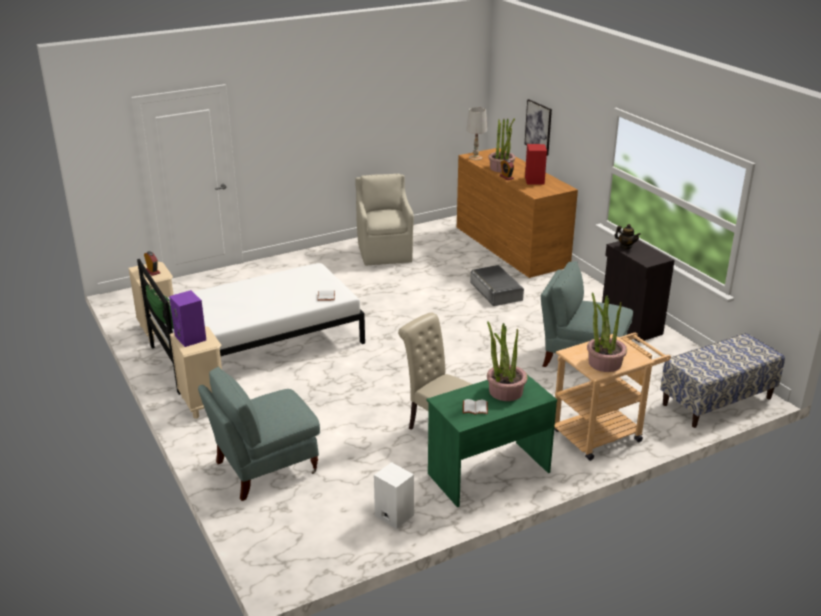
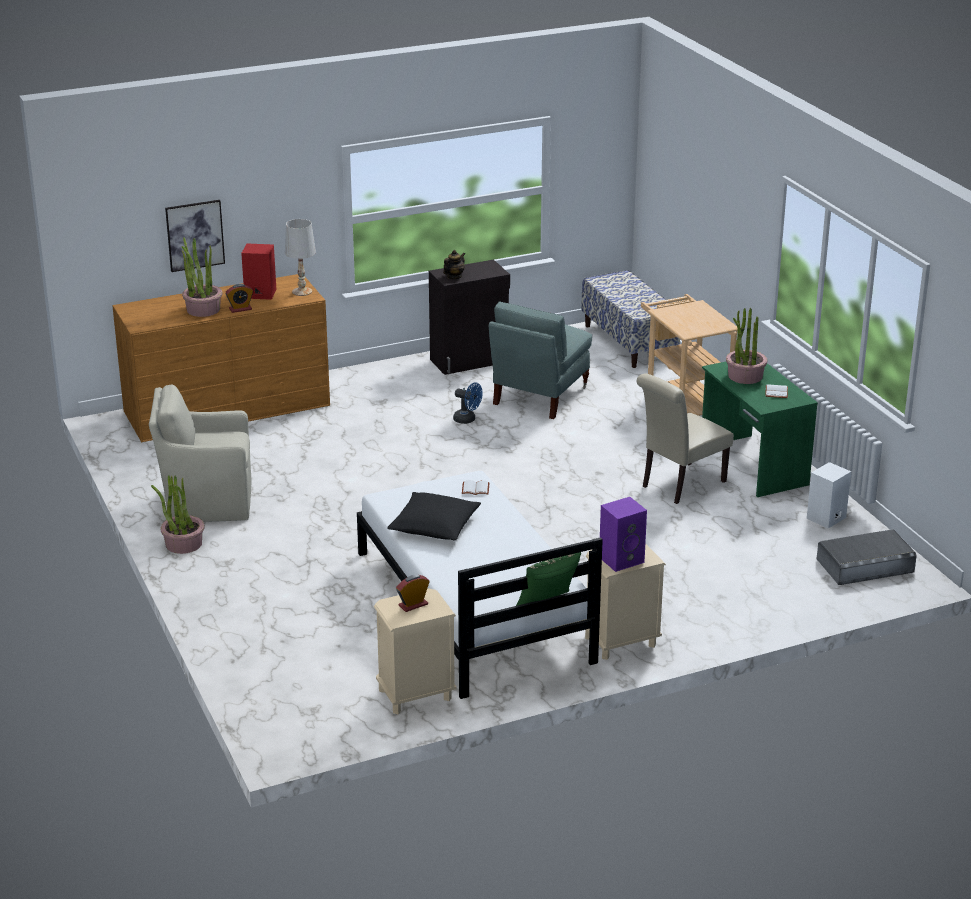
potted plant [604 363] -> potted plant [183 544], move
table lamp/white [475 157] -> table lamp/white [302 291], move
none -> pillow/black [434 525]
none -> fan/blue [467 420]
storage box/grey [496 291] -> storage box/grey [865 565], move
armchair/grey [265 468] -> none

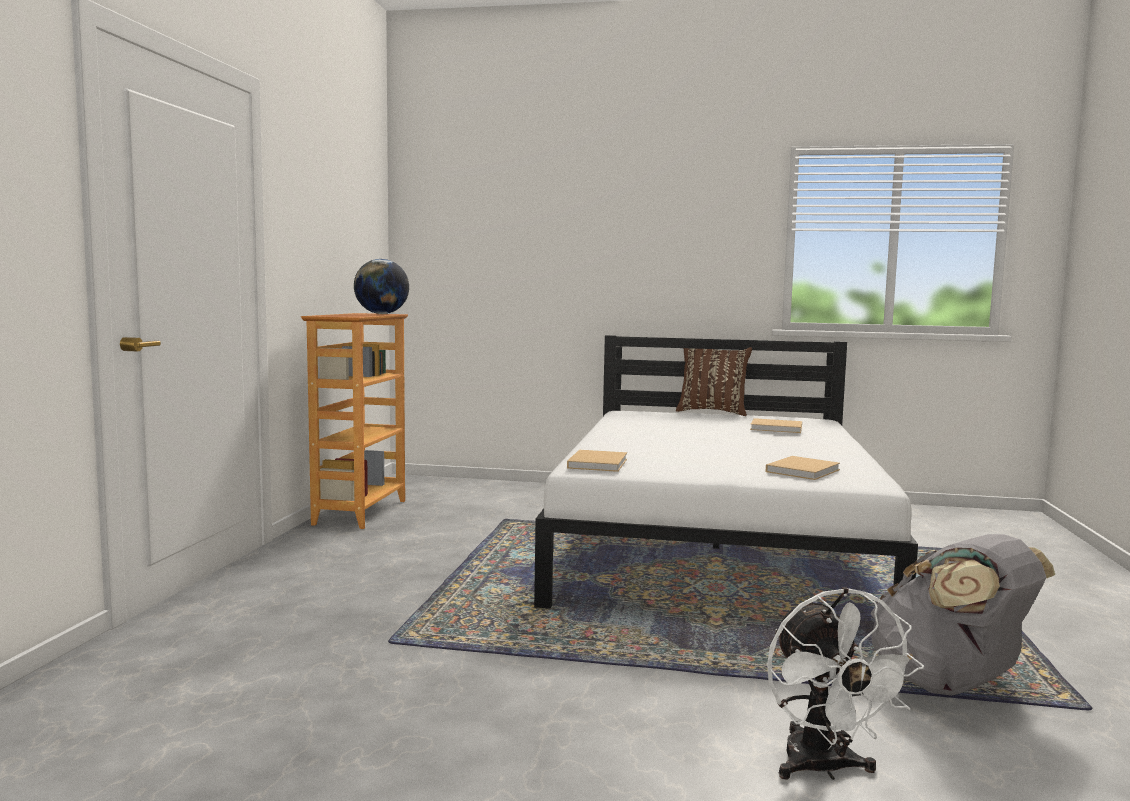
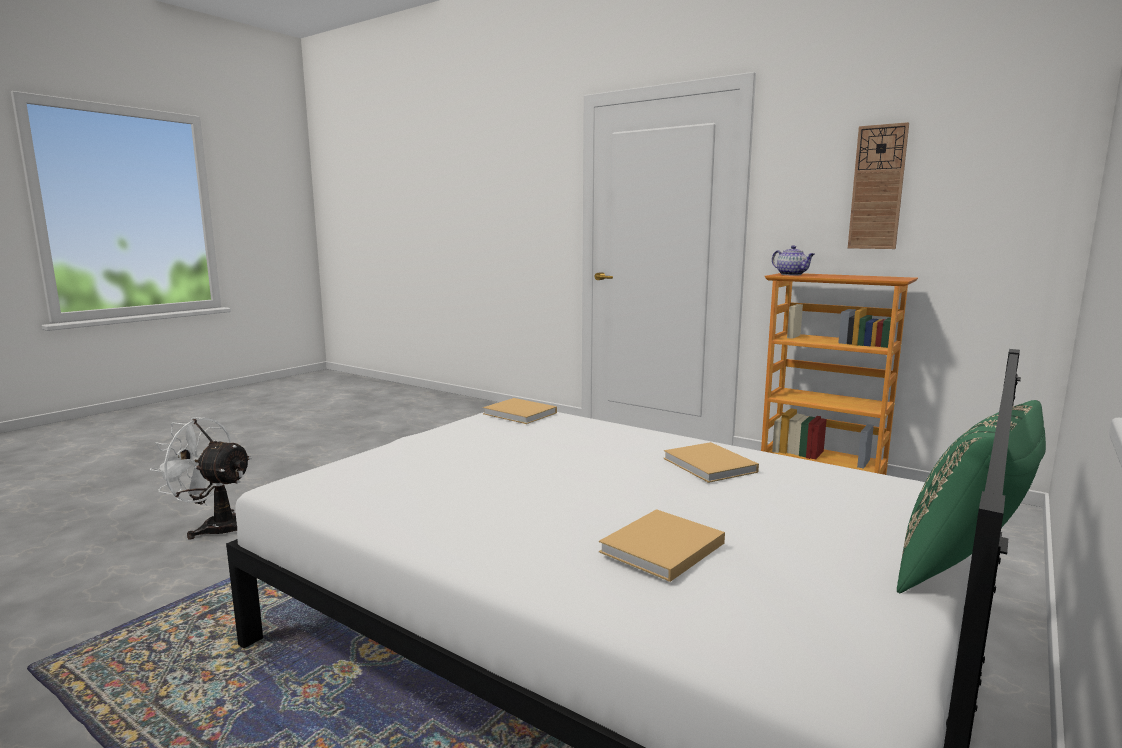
book/beige [803 470] -> book/beige [711 466], move
none -> teapot [792 274]
none -> wall clock [877 187]
pillow/brown [712 412] -> pillow/green [963 572]
globe [381 314] -> none
backpack/grey [949 685] -> none

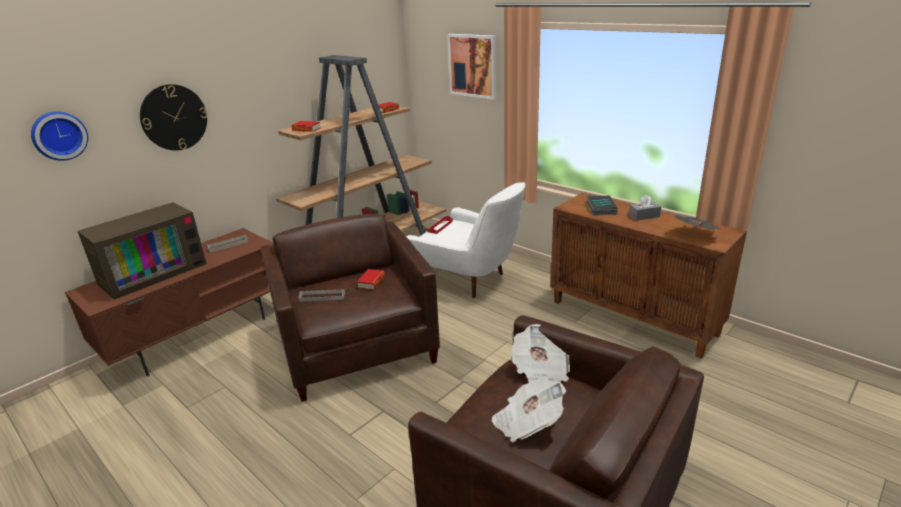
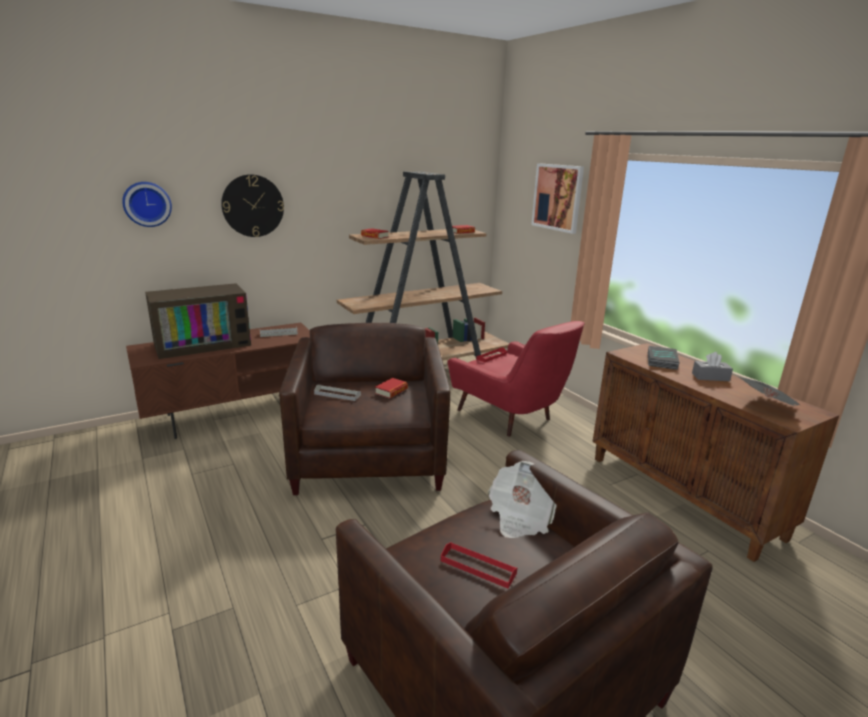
newspaper [527 423] -> tray/red [478 567]
armchair/white [469 279] -> armchair/red [511 417]

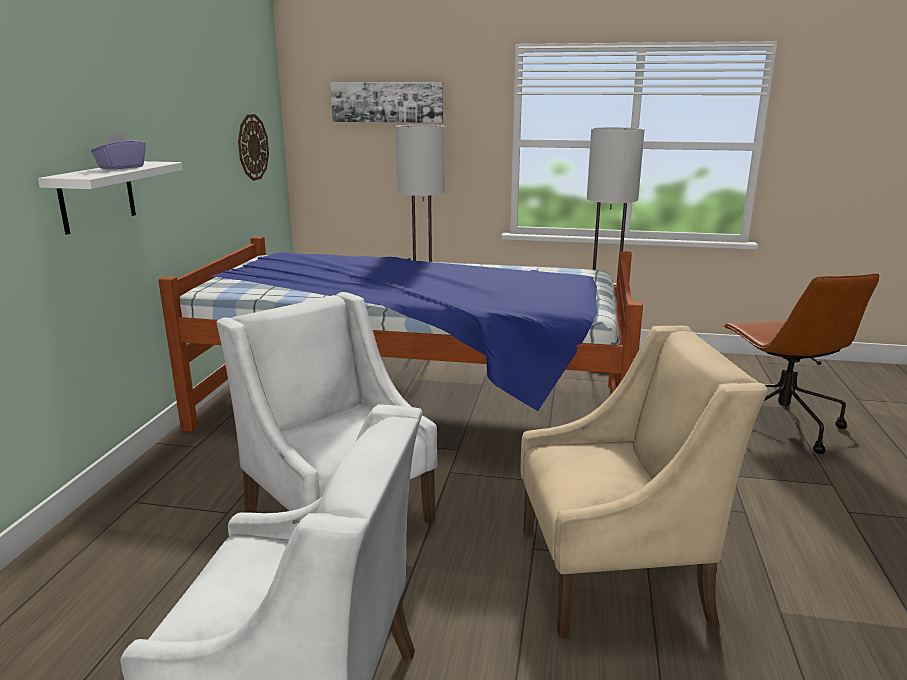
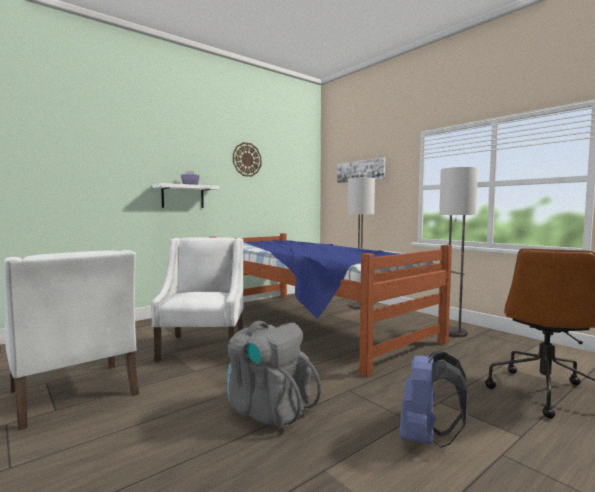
armchair/beige [615 574] -> backpack/grey [268 409]
wall clock [252 147] -> wall clock [247 159], move
none -> backpack/blue [426 439]

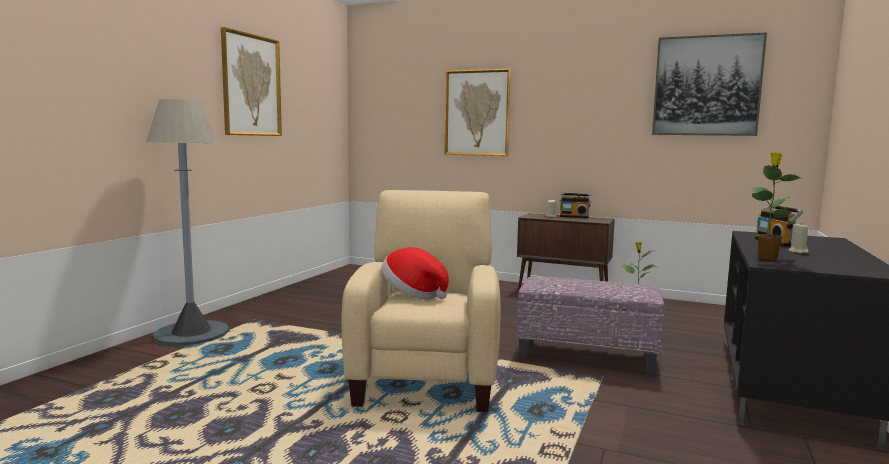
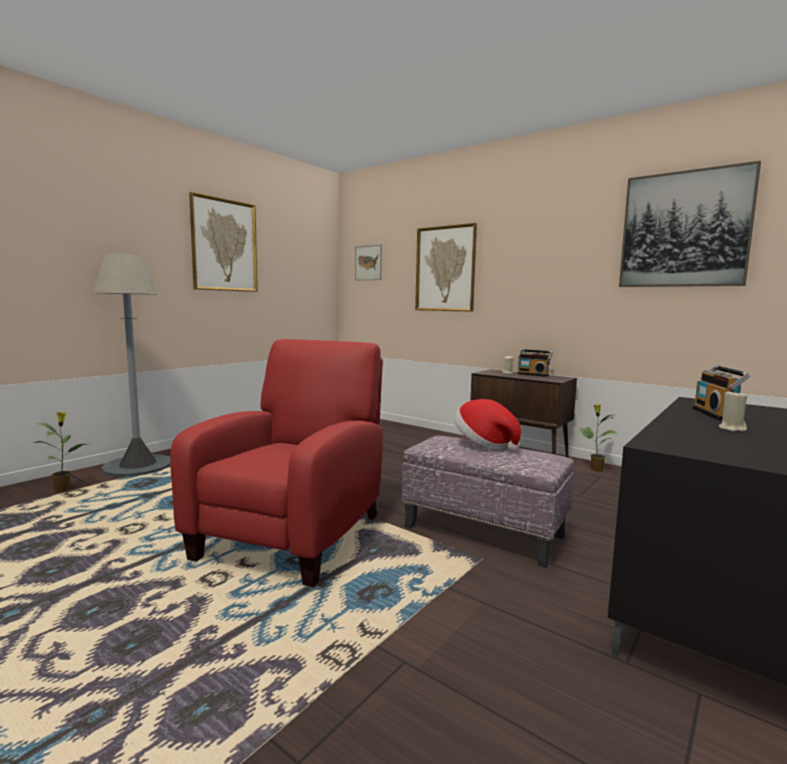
potted plant [767 258] -> potted plant [63 489], move
armchair/beige [427 375] -> armchair/red [296 532]
none -> picture [368 263]
hat [413 294] -> hat [484 444], move

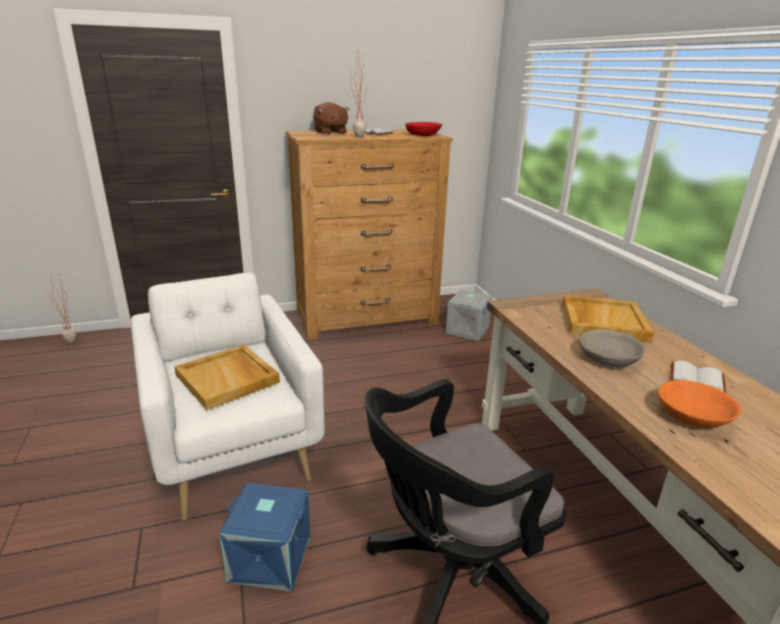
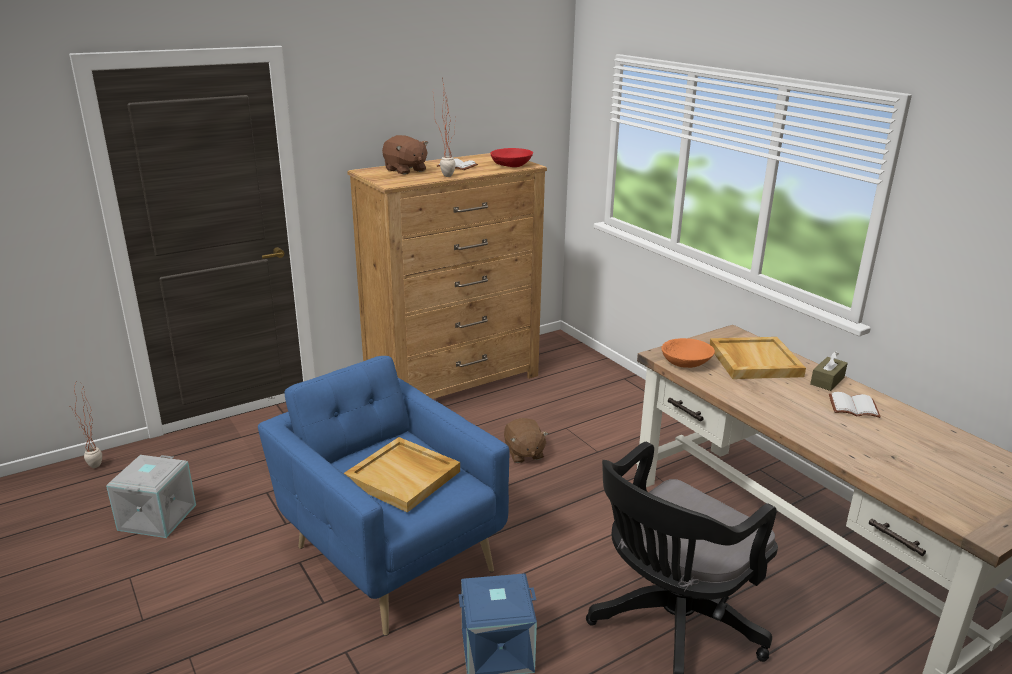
storage box/grey [467 329] -> storage box/grey [156 517], move
armchair/white [233 446] -> armchair/blue [390 552]
none -> plush toy/brown [523 453]
bowl/orange [692 416] -> bowl/orange [686 362], move
none -> tissue box/brown [827 380]
bowl/grey [608 359] -> none

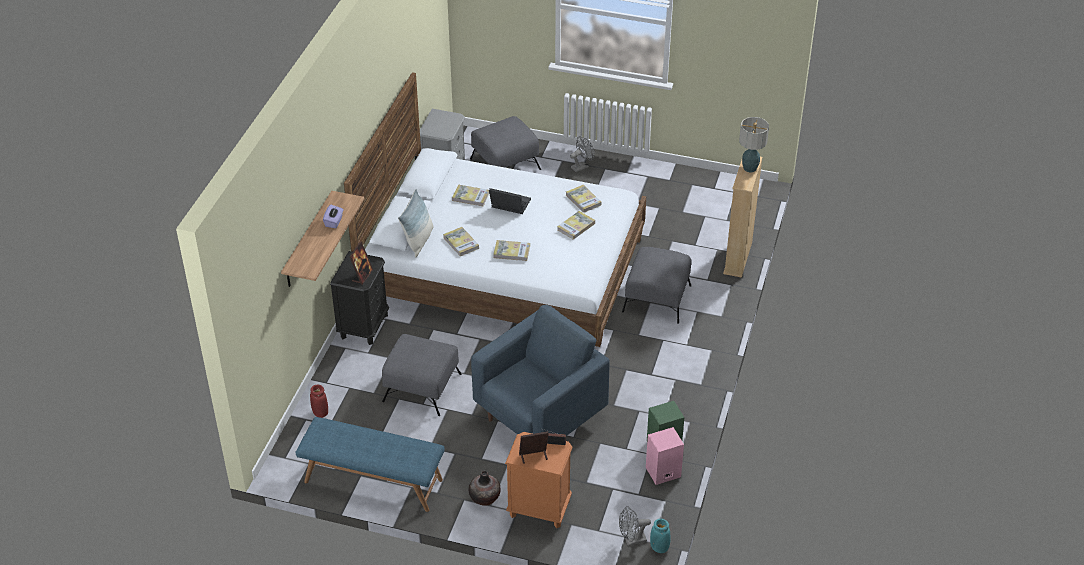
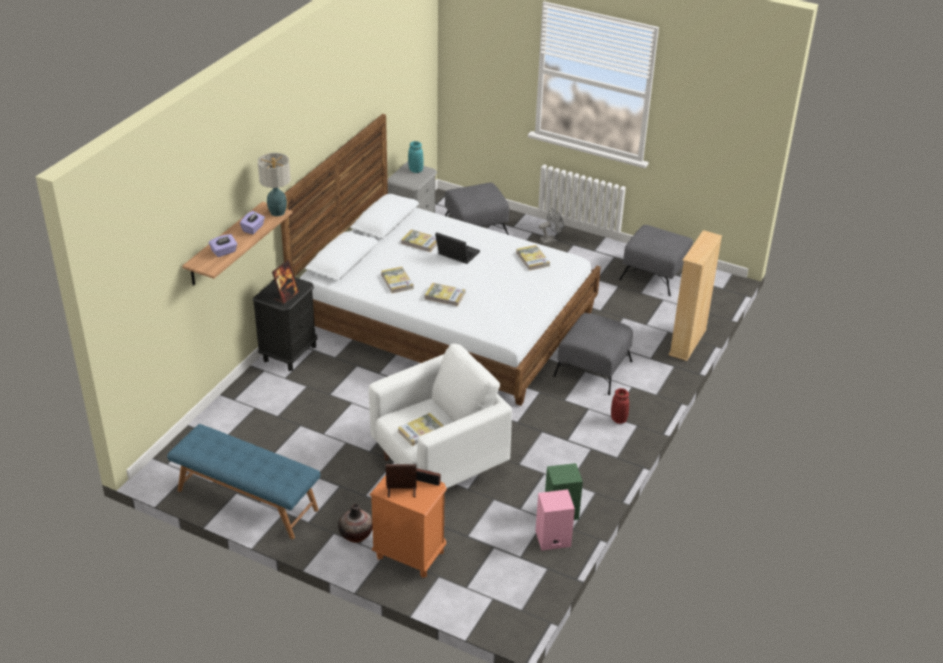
none -> tissue box/purple [224 252]
table lamp [750 168] -> table lamp [277 212], move
armchair/blue [539 417] -> armchair/white [438 464]
book [576 226] -> book [421 431], move
vase/turquoise [659 548] -> vase/turquoise [415 170], move
vase/red [320 413] -> vase/red [618 419], move
ottoman/grey [422 388] -> ottoman/grey [655 274], move
pillow [418 241] -> none
fan/grey [632 540] -> none

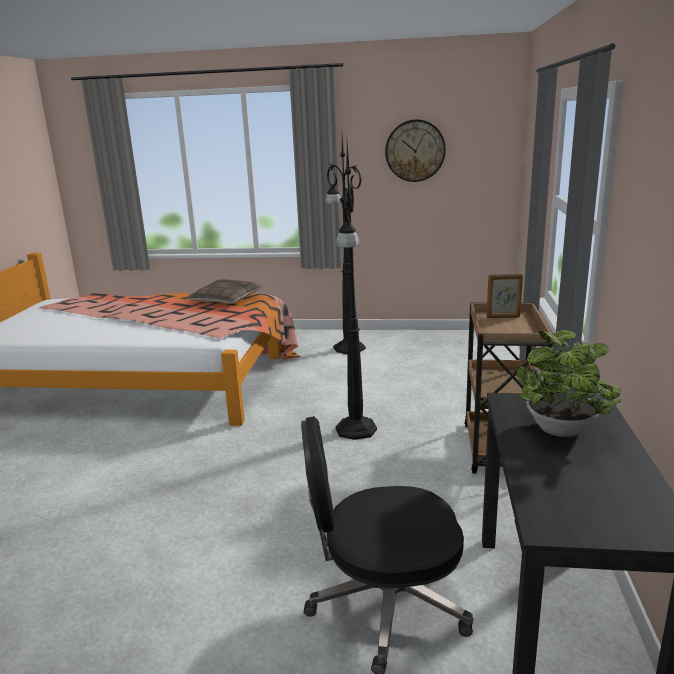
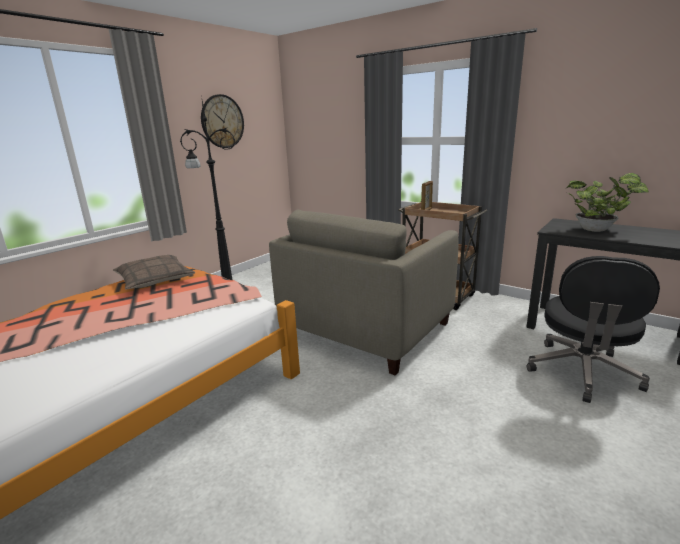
floor lamp/black [355 430] -> armchair/beige [366 328]

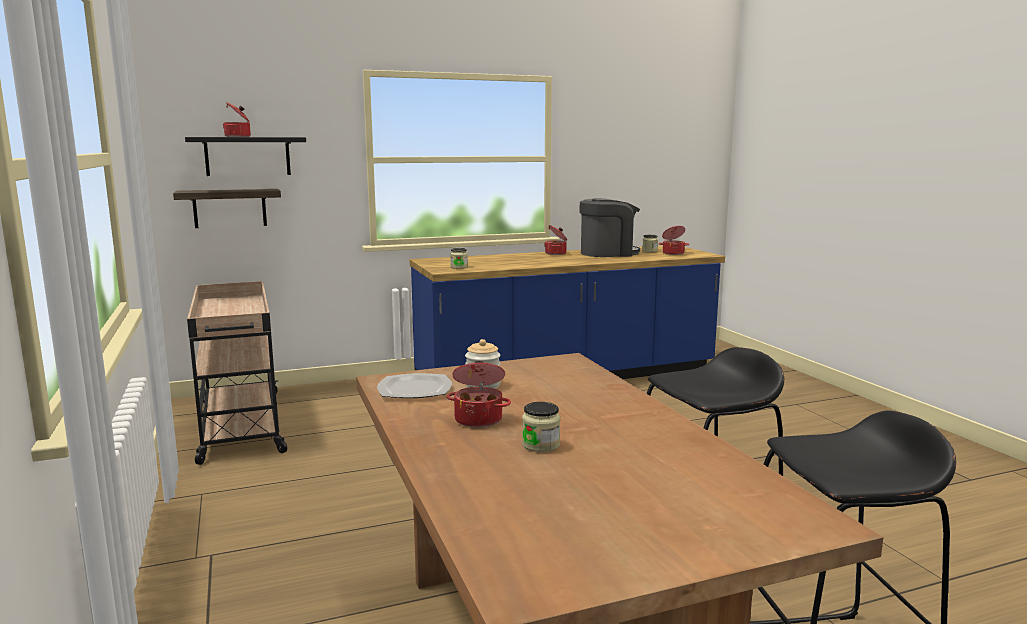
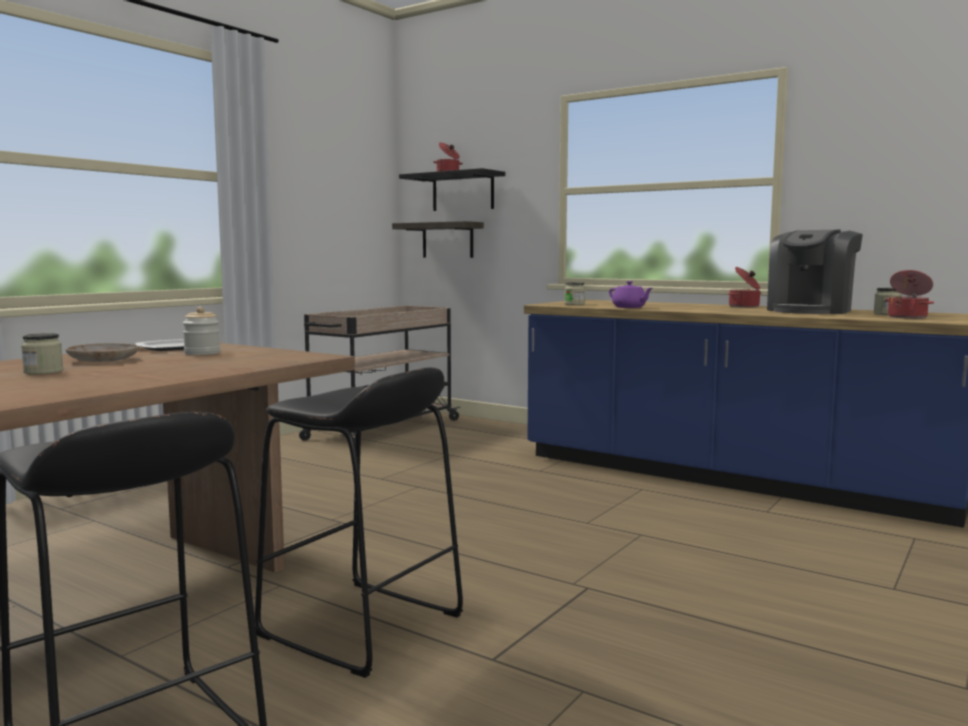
cooking pot [479 419] -> plate/beige [103 360]
none -> teapot/purple [629 307]
coffee machine [608 253] -> coffee machine [811 310], 90 degrees clockwise

